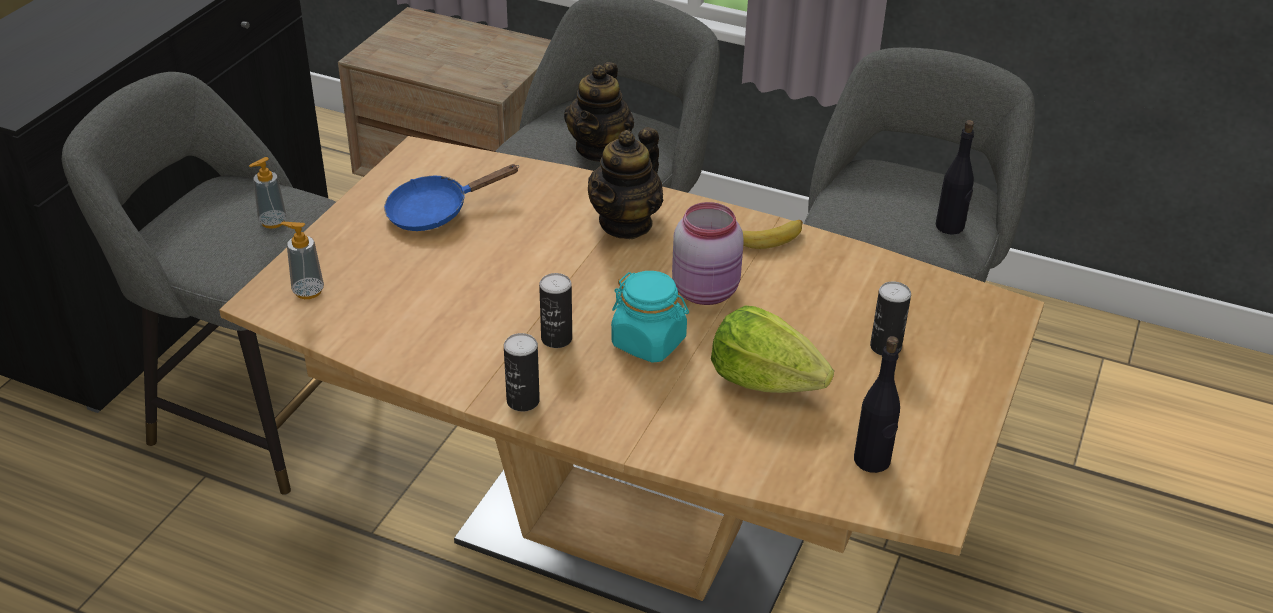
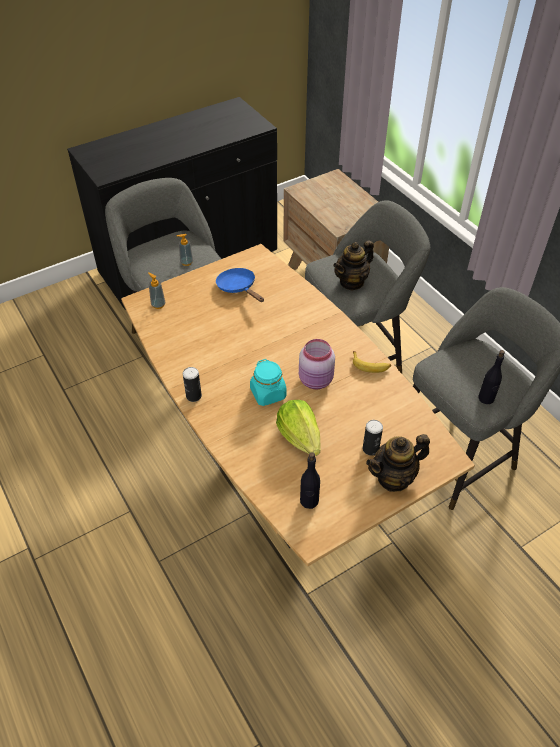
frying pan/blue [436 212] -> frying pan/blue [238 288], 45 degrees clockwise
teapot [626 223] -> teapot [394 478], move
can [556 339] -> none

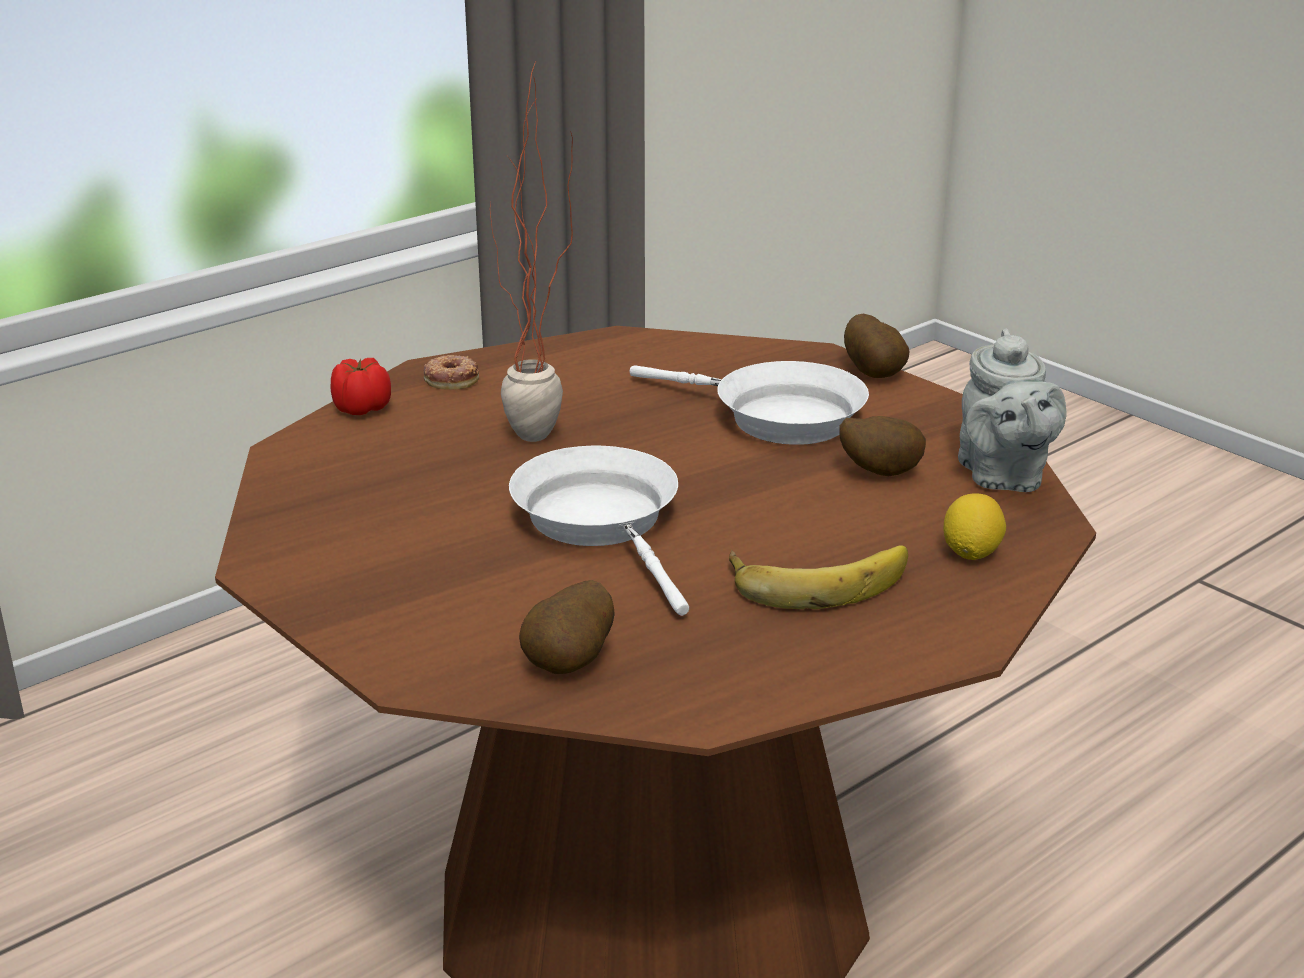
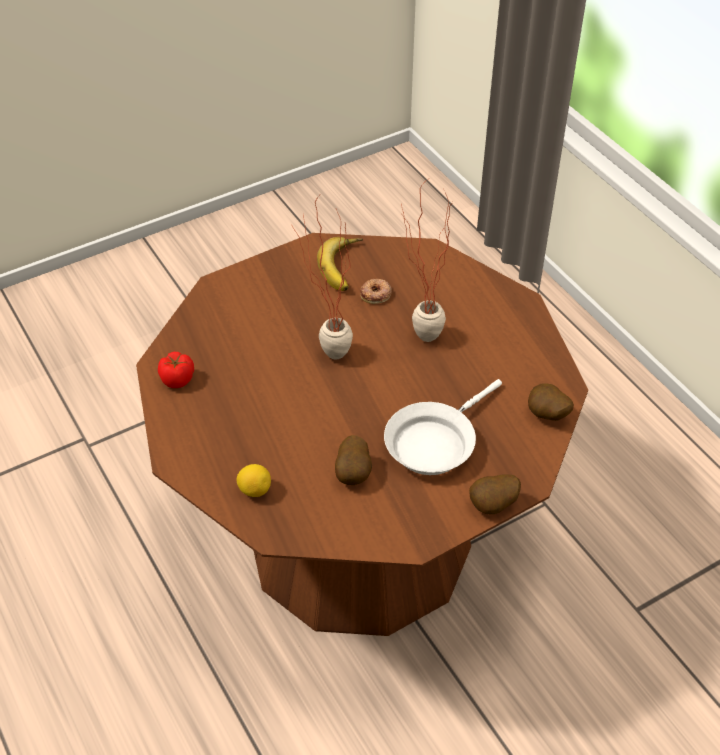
tomato [361 408] -> tomato [178 379], move
frying pan/white [602 523] -> potted plant [325 353]
banana [817 578] -> banana [345 267], move
donut [452 378] -> donut [376 294], move
potato [571 664] -> potato [546 416], move
teapot/grey [1002 477] -> none

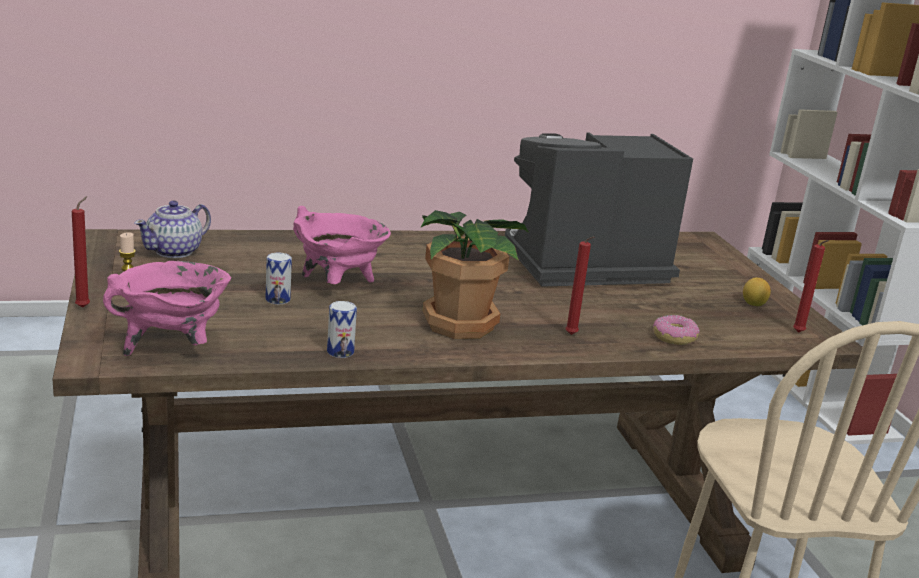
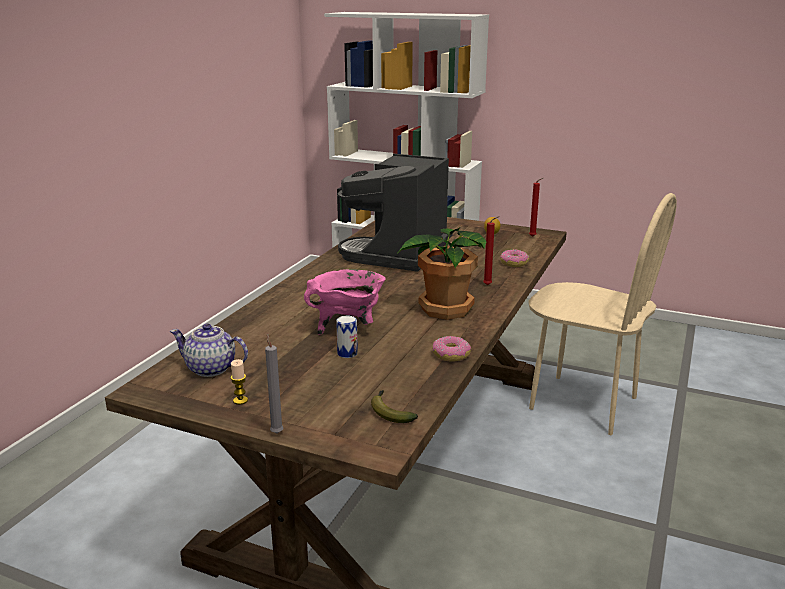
teapot [175 251] -> teapot [211 369], 120 degrees clockwise
candle/red [84 307] -> candle/grey [276 432]
cooking pot/pink [172 348] -> banana [390 412]
can [340 352] -> donut [450 355]

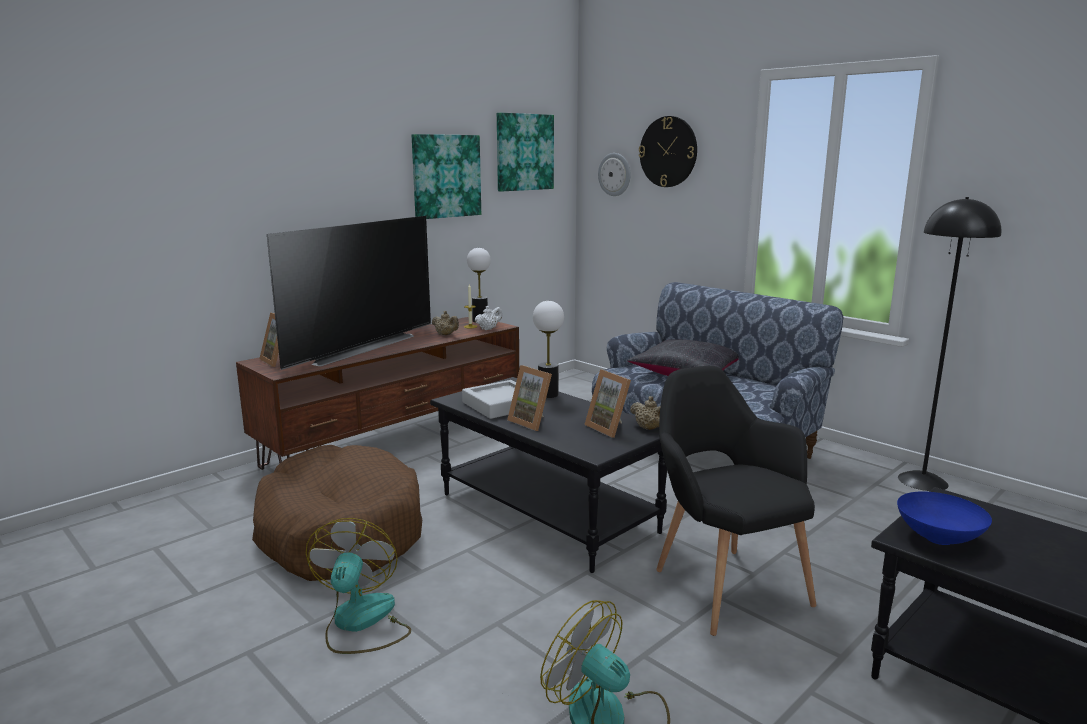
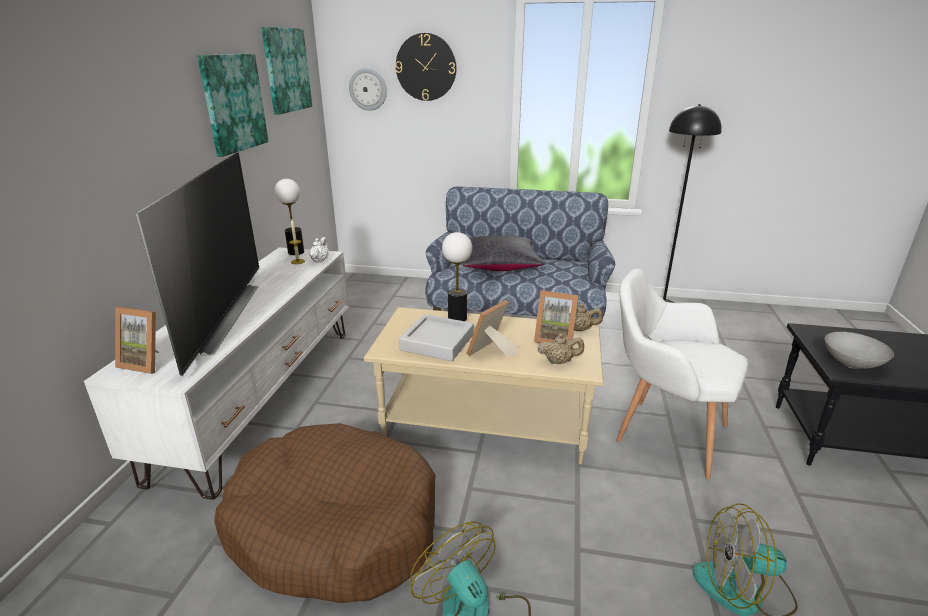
tv stand/brown [397 439] -> tv stand/white [263 395]
coffee table/black [549 512] -> coffee table/beige [487 421]
picture frame [533 422] -> picture frame [491 352], 120 degrees clockwise
teapot/beige [446 335] -> teapot/beige [559 362], move
armchair/black [722 583] -> armchair/white [663 432]
bowl/blue [937 537] -> bowl/grey [850 363]

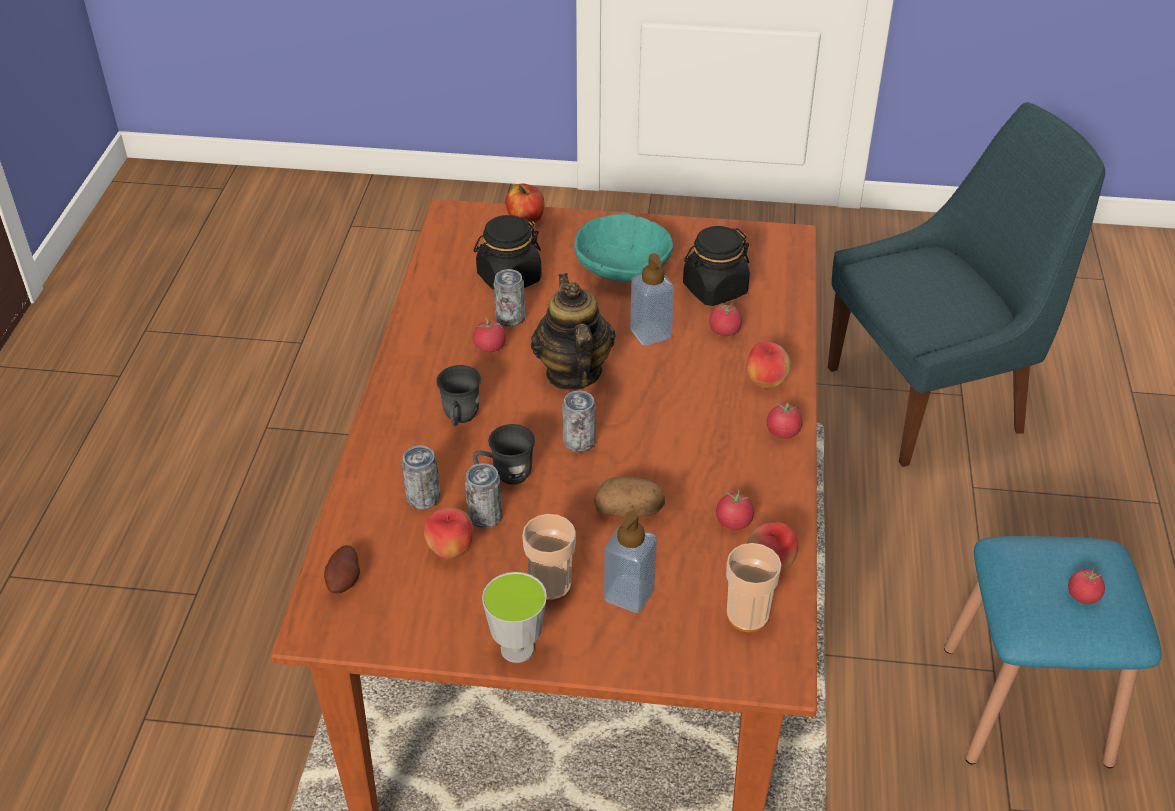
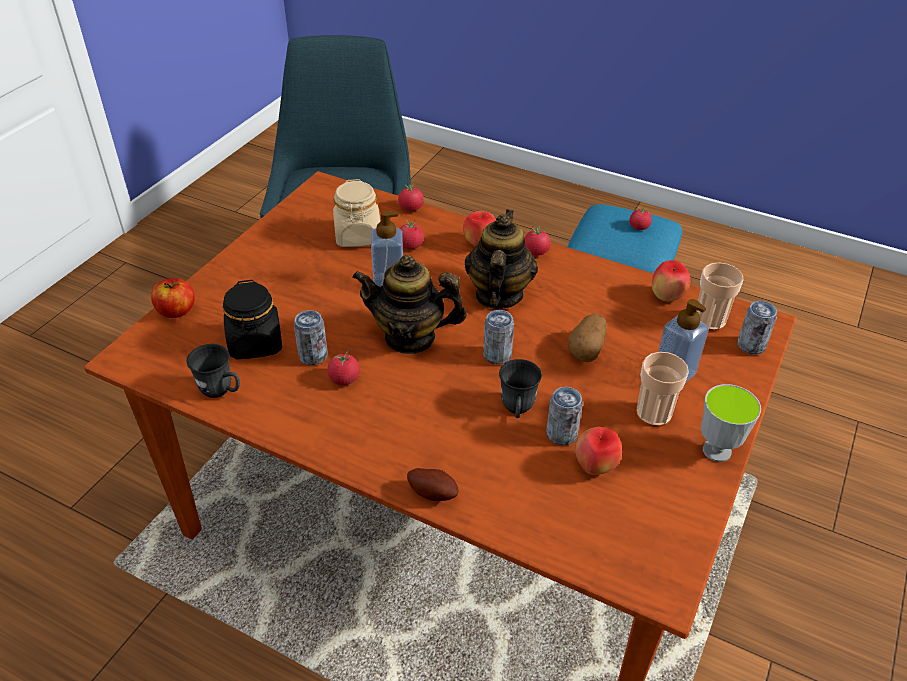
mug/grey [460 419] -> mug/grey [221 391], move
jar/black [714 289] -> jar/beige [358 236]
tomato [733 522] -> tomato [411 208], move
potato [345 580] -> potato [433 492], move
none -> teapot [498 295]
can [423 498] -> can [751 346], move
bowl/turquoise [622 267] -> none

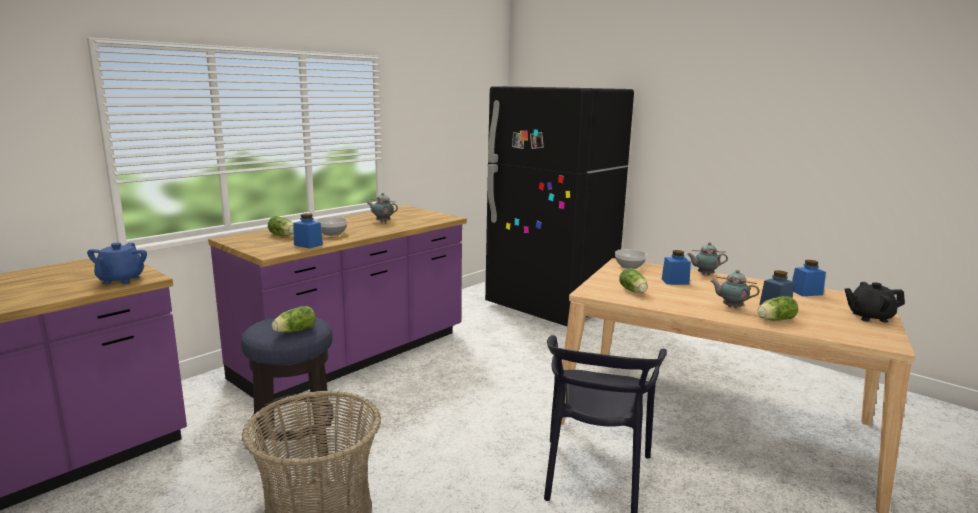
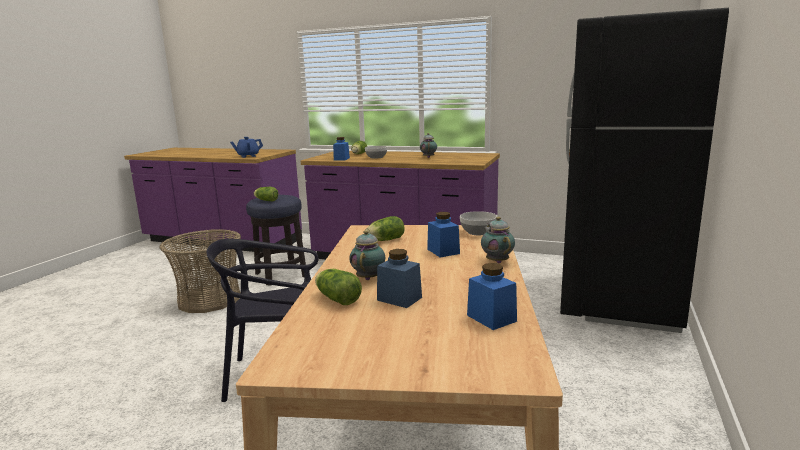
teapot/black [869 317] -> none

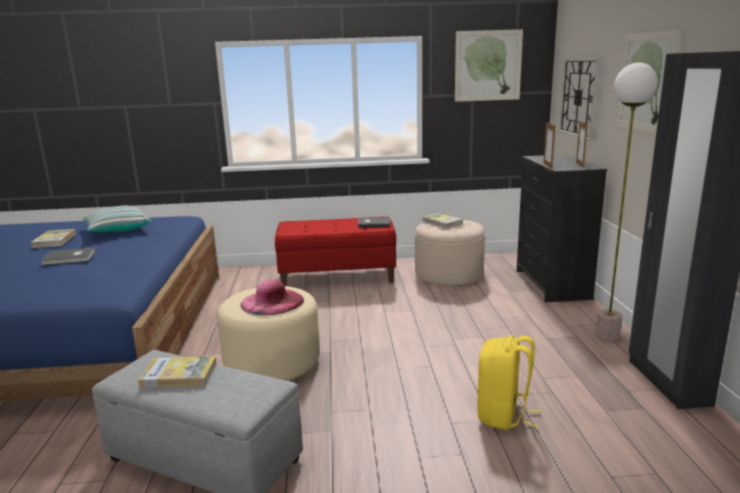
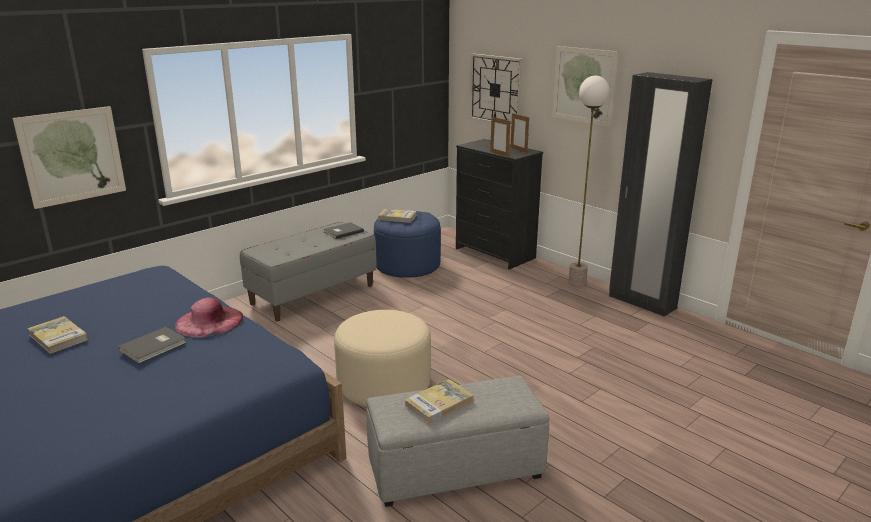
picture [488 66] -> picture [72 156], move
hat/pink [272 302] -> hat/pink [209 321], move
bench/red [337 276] -> bench/grey [313 294]
ottoman/beige [448 274] -> ottoman/blue [407 265]
pillow [117 230] -> none
backpack/yellow [503 415] -> none

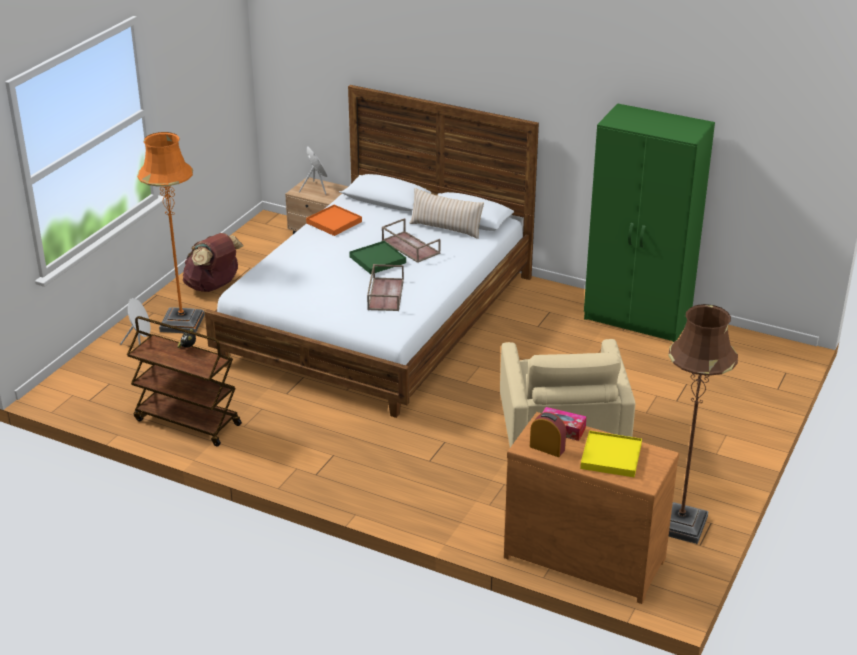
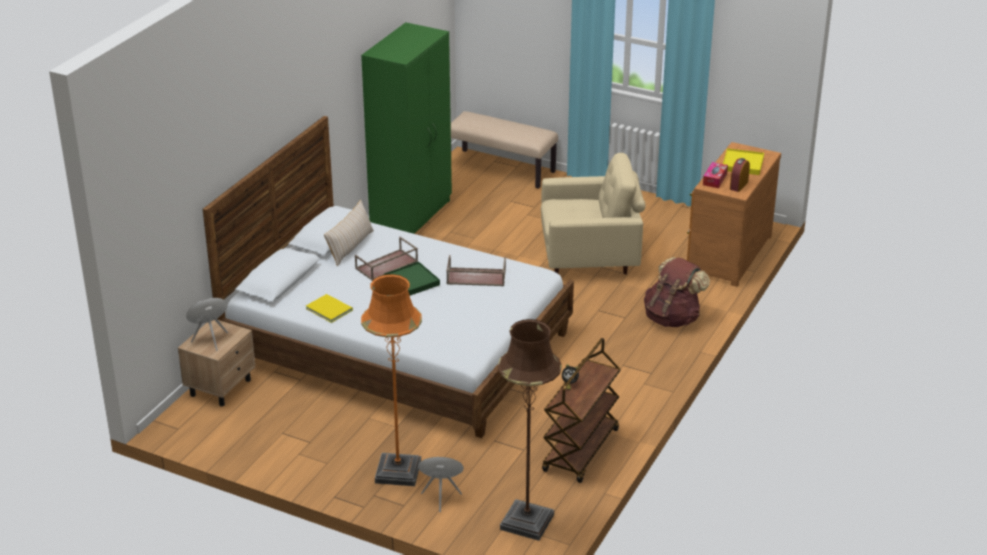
tray/orange [334 222] -> book/yellow [329 308]
none -> bench/beige [501 169]
floor lamp/brown [680 524] -> floor lamp/brown [527 522], move
backpack/brown [213 286] -> backpack/brown [672 318], move

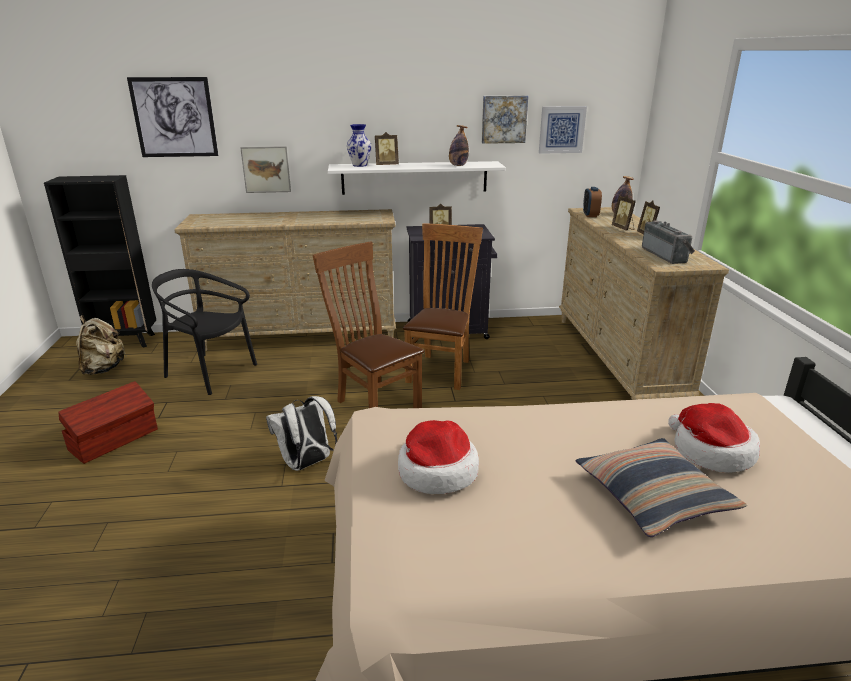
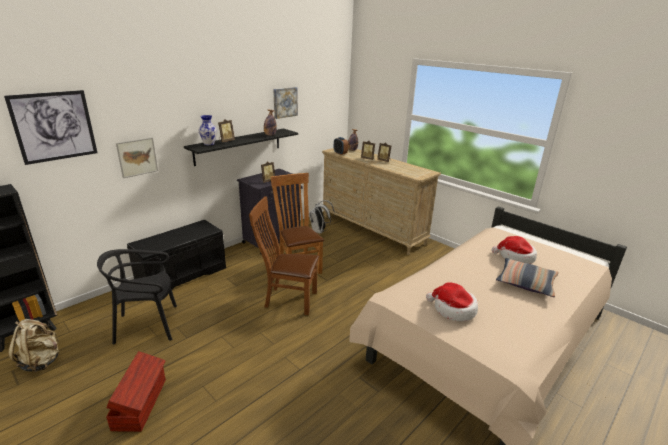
dresser/beige [302 336] -> bench/black [181 275]
shelf/white [414 177] -> shelf/black [238 146]
backpack/white [307 464] -> backpack/white [319 231], move
picture [561 129] -> none
radio [666 255] -> none

